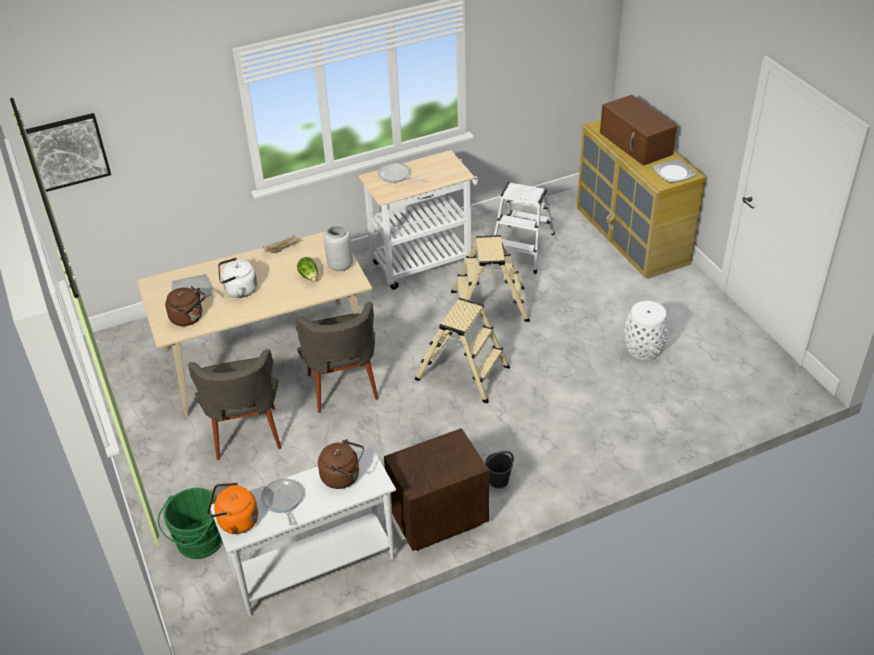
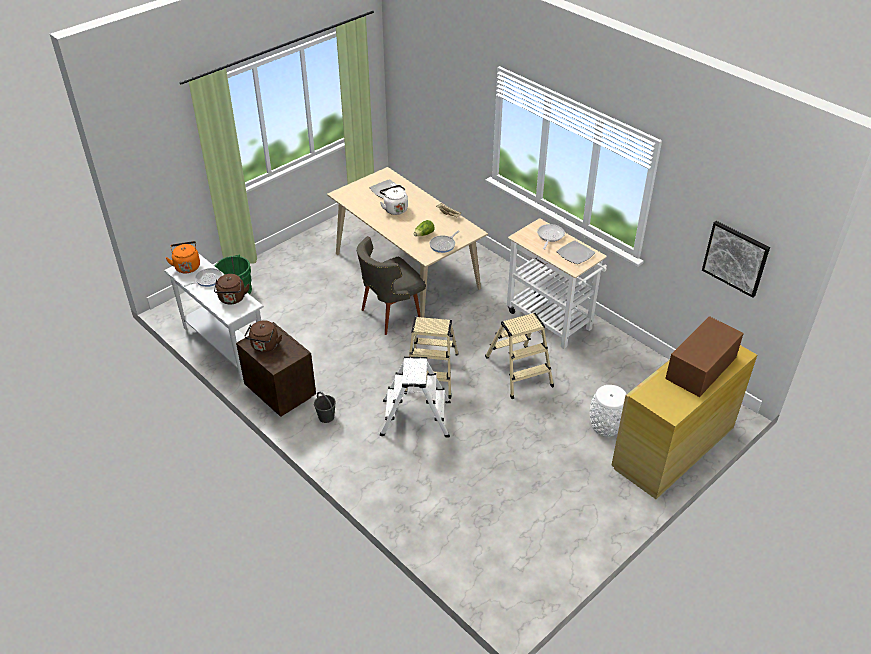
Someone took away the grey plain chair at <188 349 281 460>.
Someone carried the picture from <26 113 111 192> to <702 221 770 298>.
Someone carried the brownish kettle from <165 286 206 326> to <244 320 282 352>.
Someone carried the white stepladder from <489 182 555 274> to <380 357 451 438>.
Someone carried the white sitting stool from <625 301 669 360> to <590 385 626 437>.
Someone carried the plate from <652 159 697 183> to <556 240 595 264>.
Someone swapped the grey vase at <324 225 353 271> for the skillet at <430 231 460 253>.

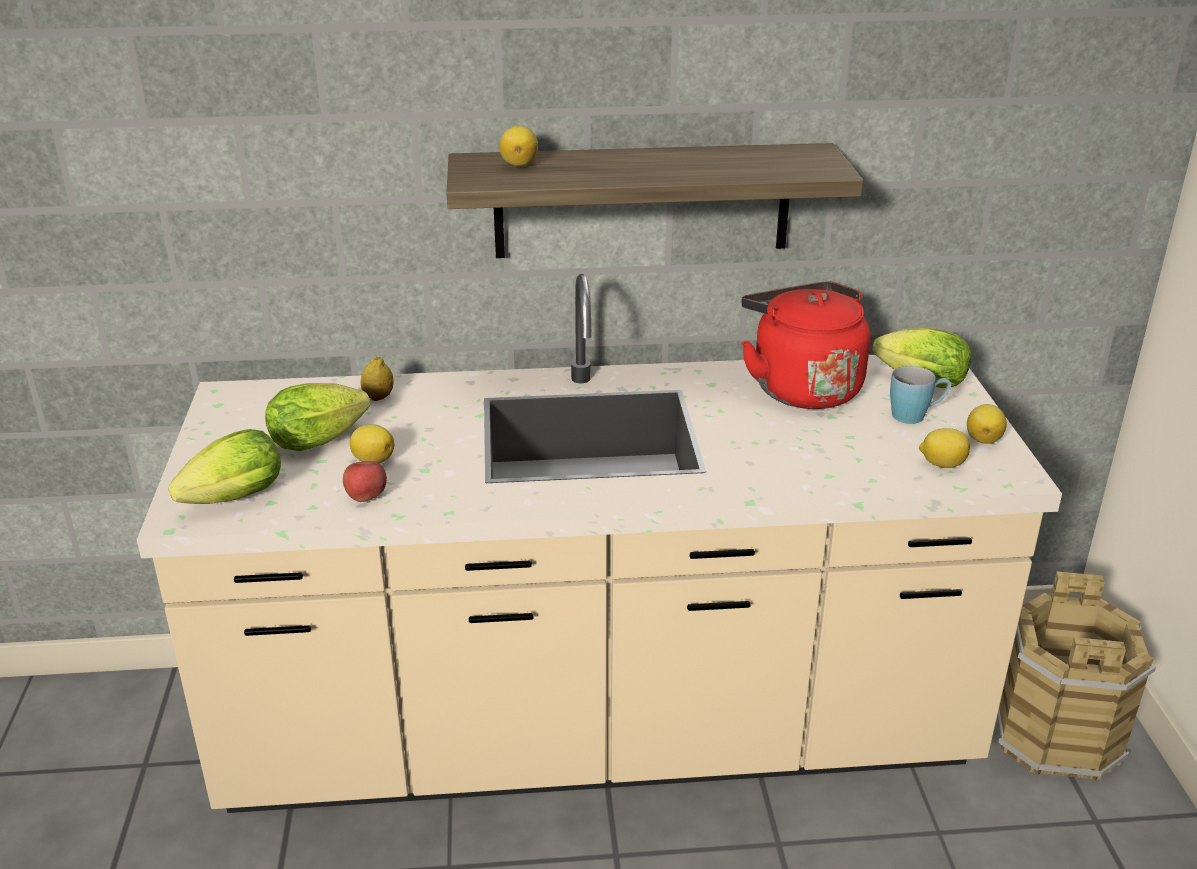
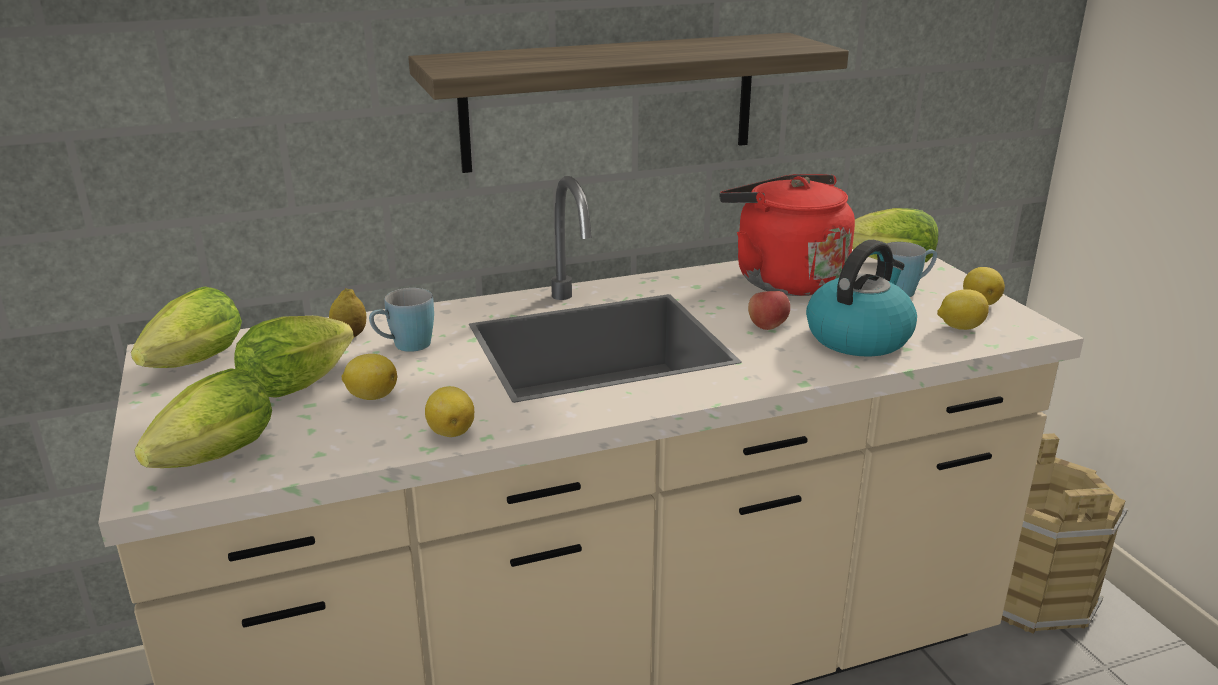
Someone put down the head of lettuce at <131 287 242 368>.
Someone put down the blue-coloured tea mug at <369 288 434 352>.
Someone put down the kettle at <806 240 917 357>.
Someone carried the apple from <343 461 387 502> to <748 291 790 330>.
Someone carried the lemon from <500 126 538 166> to <425 386 474 437>.

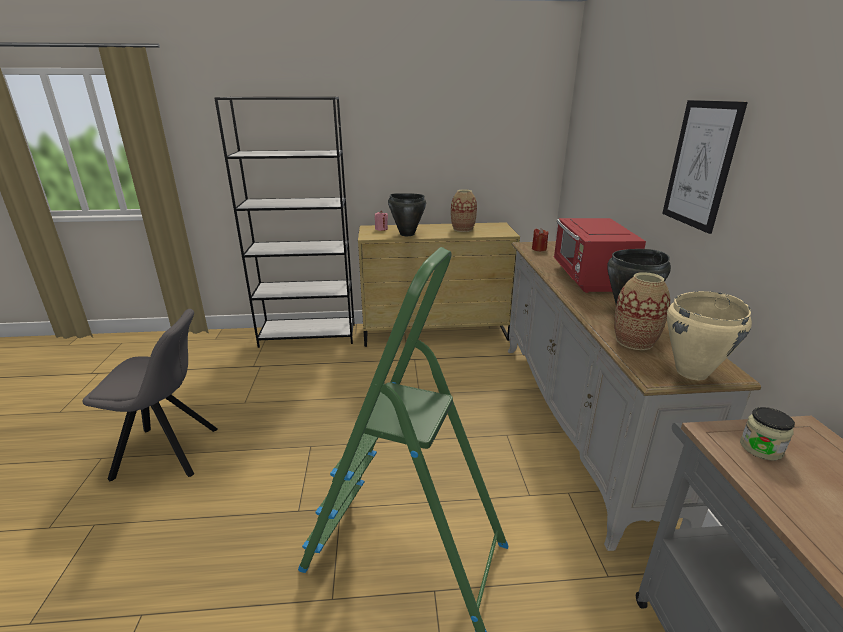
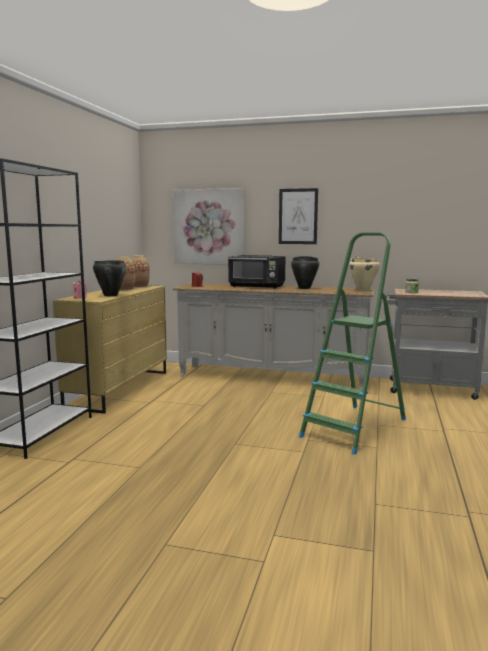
Someone took away the grey plain chair at <83 309 218 482>.
Someone put up the picture at <173 188 245 265>.
Someone carried the vase from <614 272 670 350> to <131 256 150 288>.
Someone repainted the reddish kitchen microwave at <554 218 646 293>, which became the black-coloured kitchen microwave at <228 255 286 289>.

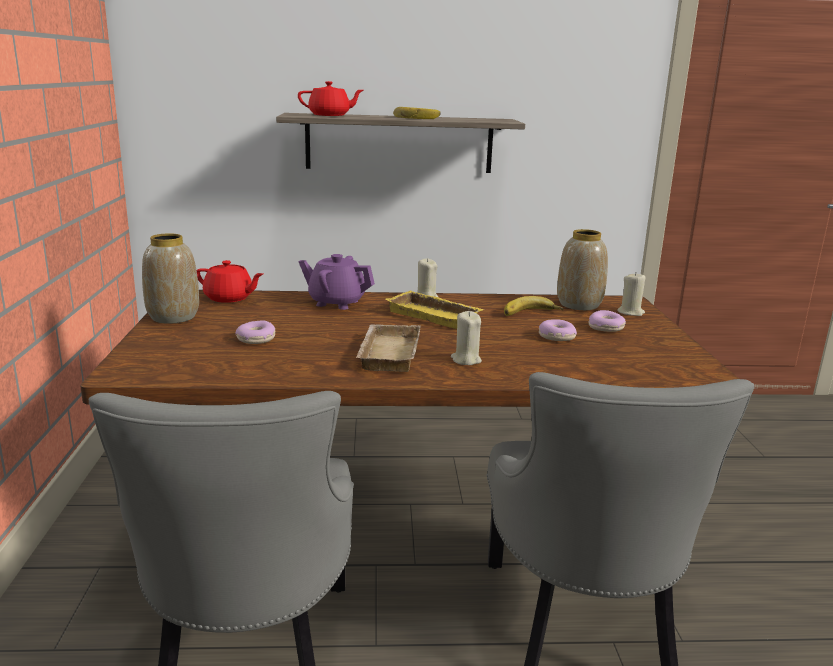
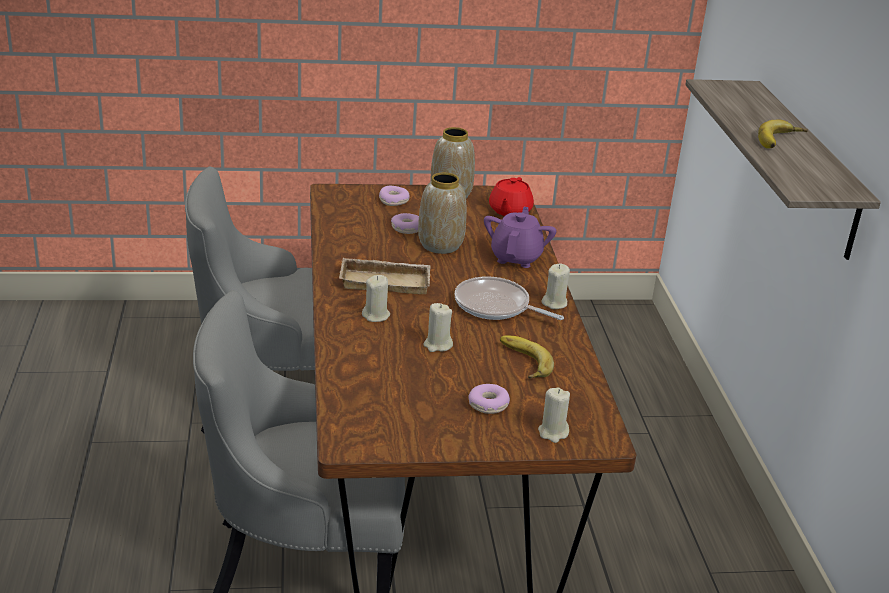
Someone took away the reddish tea pot at <298 81 363 116>.
Someone put down the sand-coloured wax candle at <423 303 453 352>.
Someone carried the doughnut from <539 319 577 341> to <379 186 409 206>.
Someone carried the vase from <557 229 608 310> to <418 173 467 254>.
Someone swapped the yellow-coloured carrying tray at <386 290 484 329> for the skillet at <455 276 564 320>.

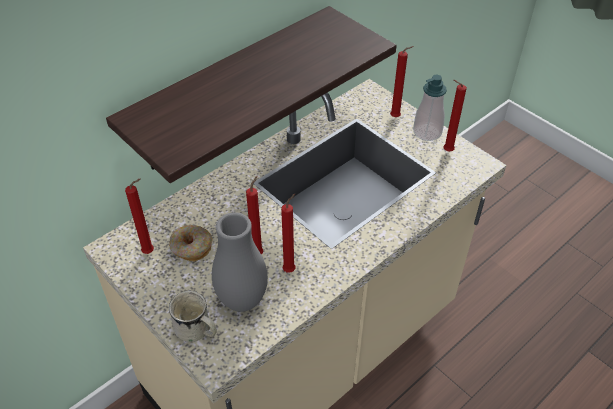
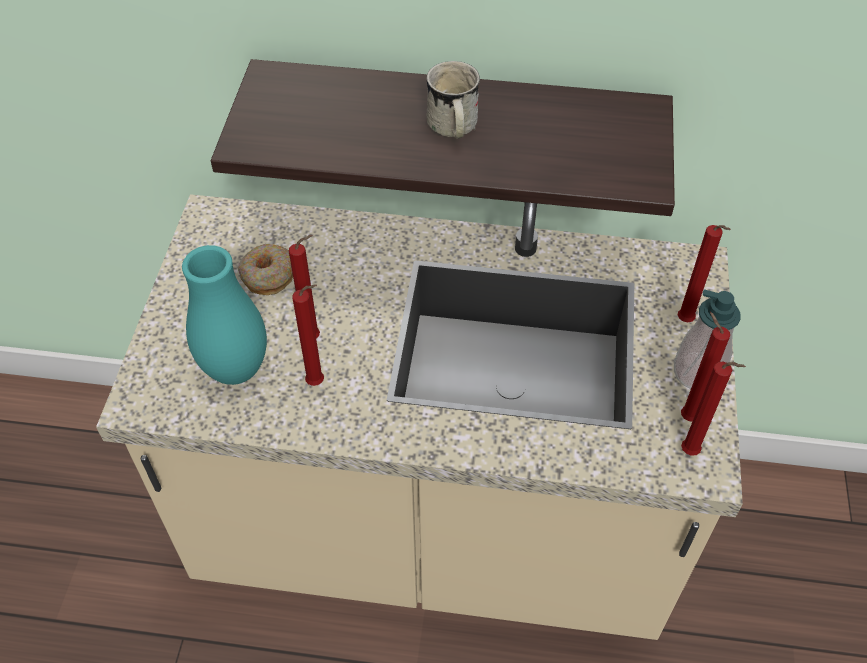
Someone carried the reddish wax candle from <125 179 154 254> to <681 362 746 456>.
Someone carried the white tea mug from <169 291 217 342> to <426 61 480 139>.
Someone repainted the grey vase at <212 212 268 312>, which became the turquoise vase at <182 245 267 385>.

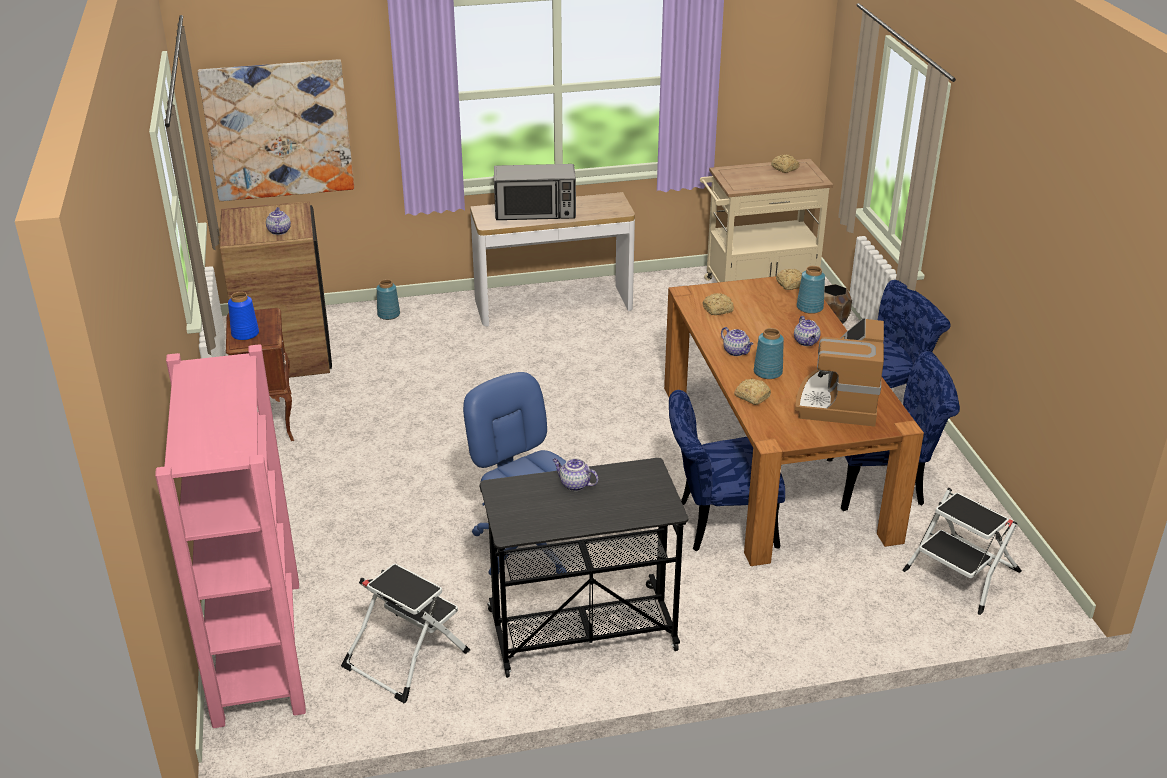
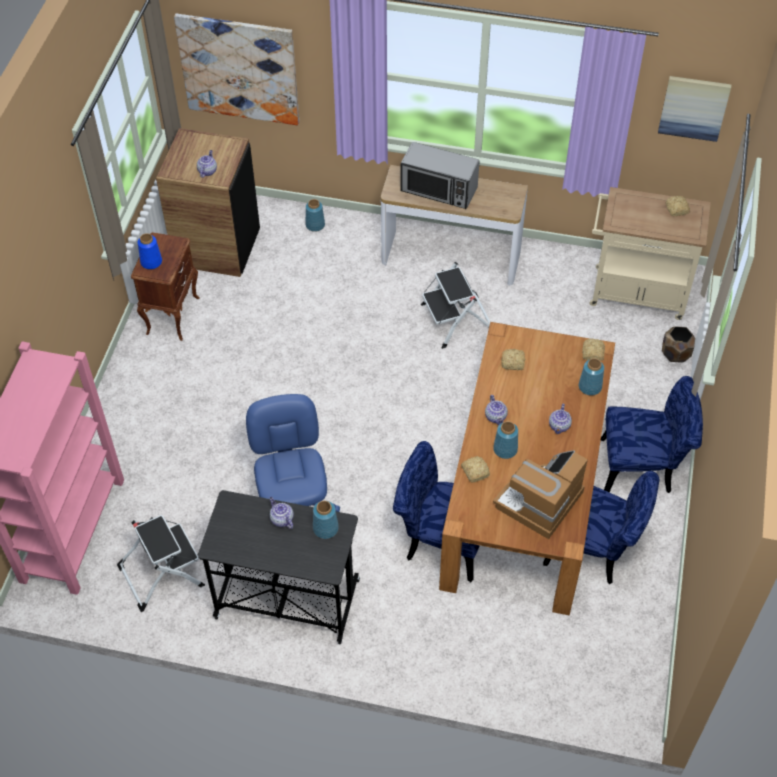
Someone put down the blue-coloured vase at <313 501 339 539>.
Someone put up the picture at <658 76 732 142>.
Someone carried the stepladder from <902 488 1022 615> to <421 262 490 348>.

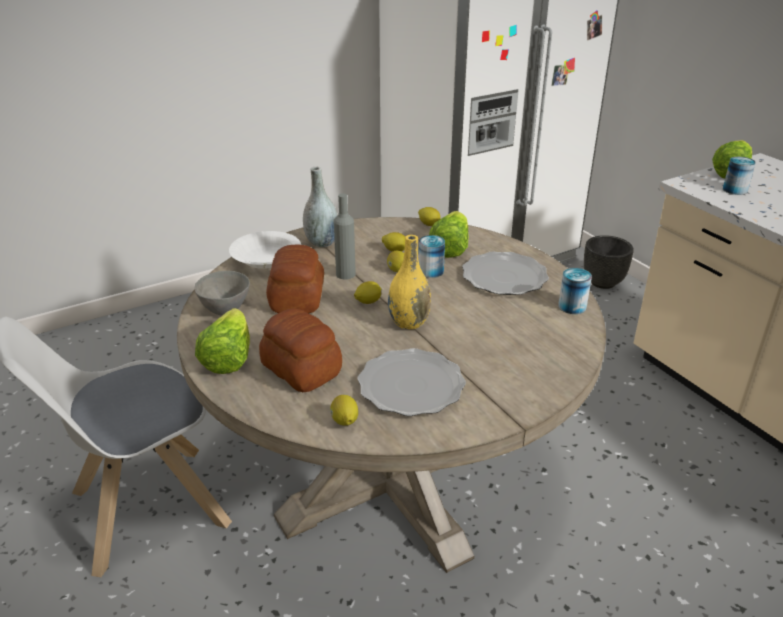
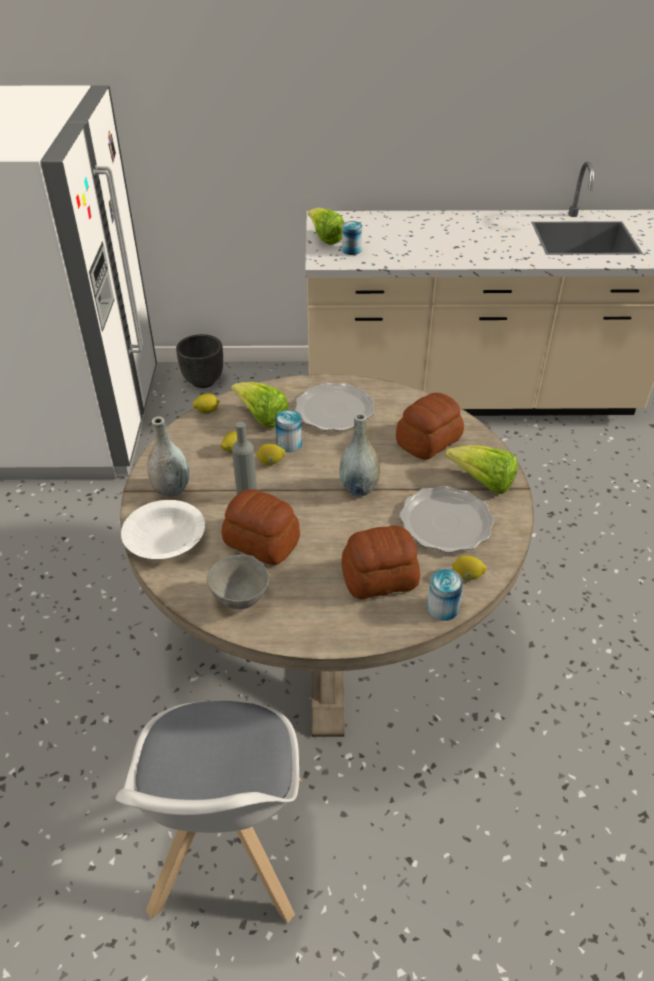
Someone took away the lemon at <354 281 381 304>.
Someone put down the baked bread at <396 393 464 460>.
Someone carried the head of lettuce from <195 308 250 374> to <445 445 518 494>.
Someone carried the can from <558 268 592 314> to <427 569 463 621>.
Someone repainted the yellow-coloured vase at <388 235 431 329>, which became the grey vase at <340 413 380 497>.

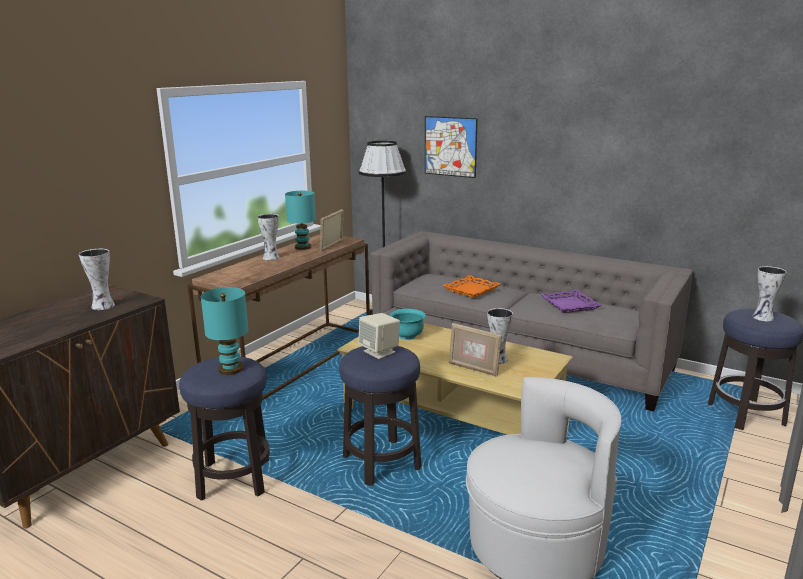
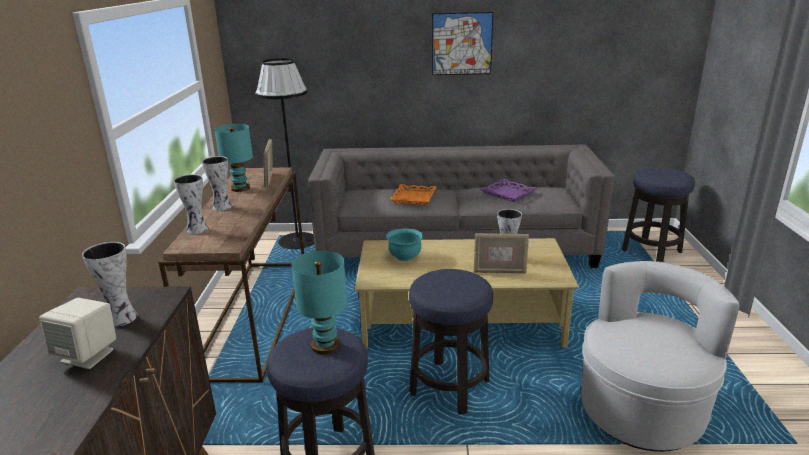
Someone carried the sand-coloured audio speaker from <358 313 400 359> to <39 298 116 369>.
Someone carried the picture from <425 116 478 178> to <432 12 493 75>.
Someone carried the vase from <752 266 787 321> to <174 174 208 234>.

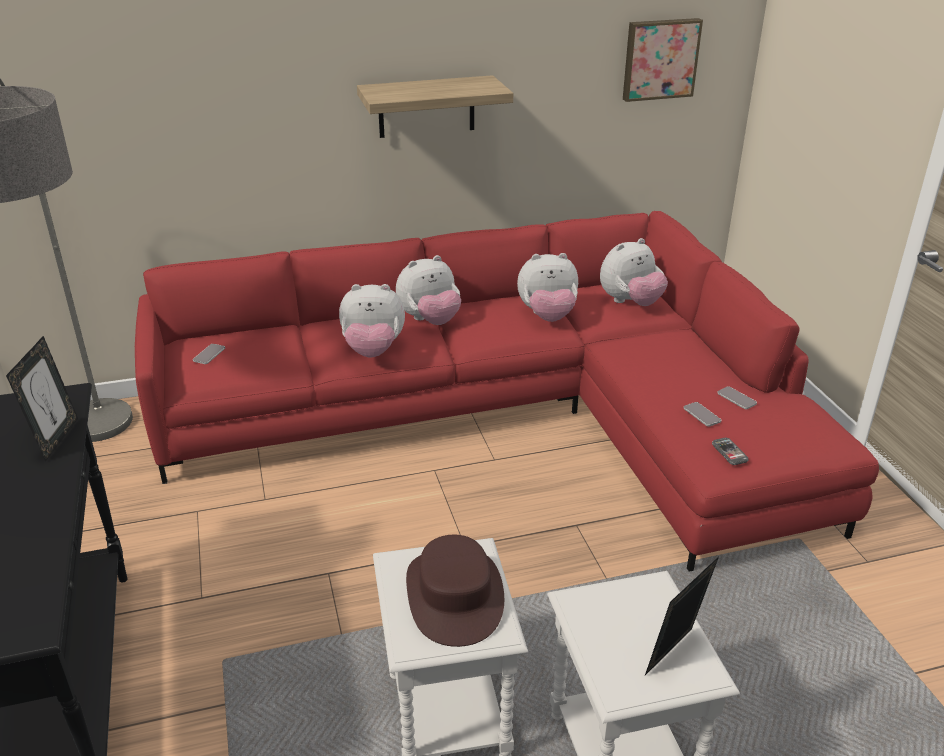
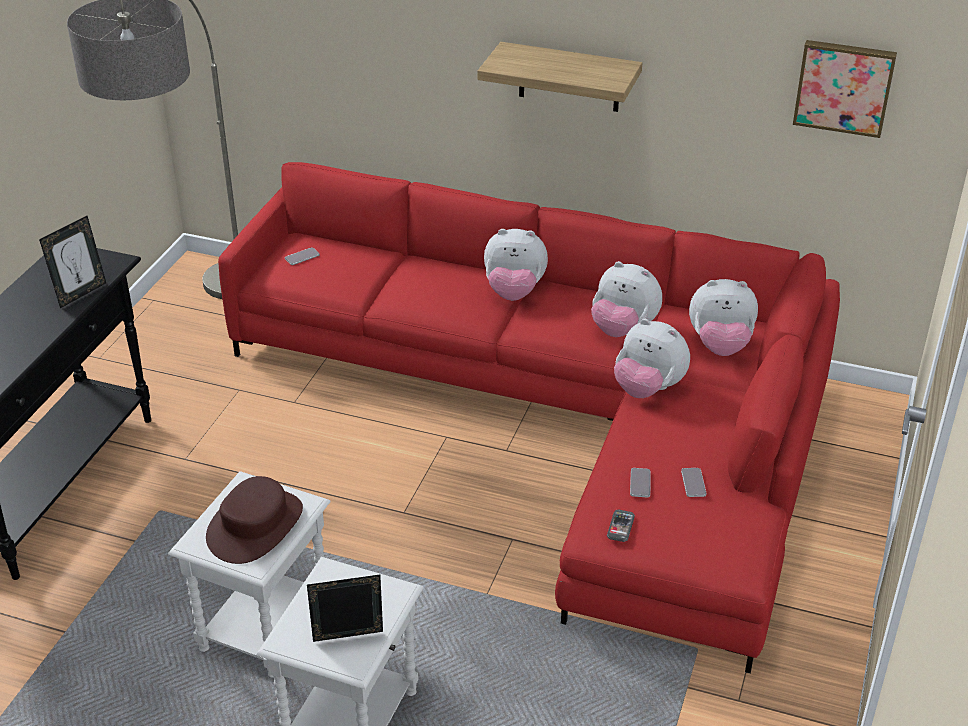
Someone carried the soft toy from <339 284 405 358> to <614 319 690 398>.

